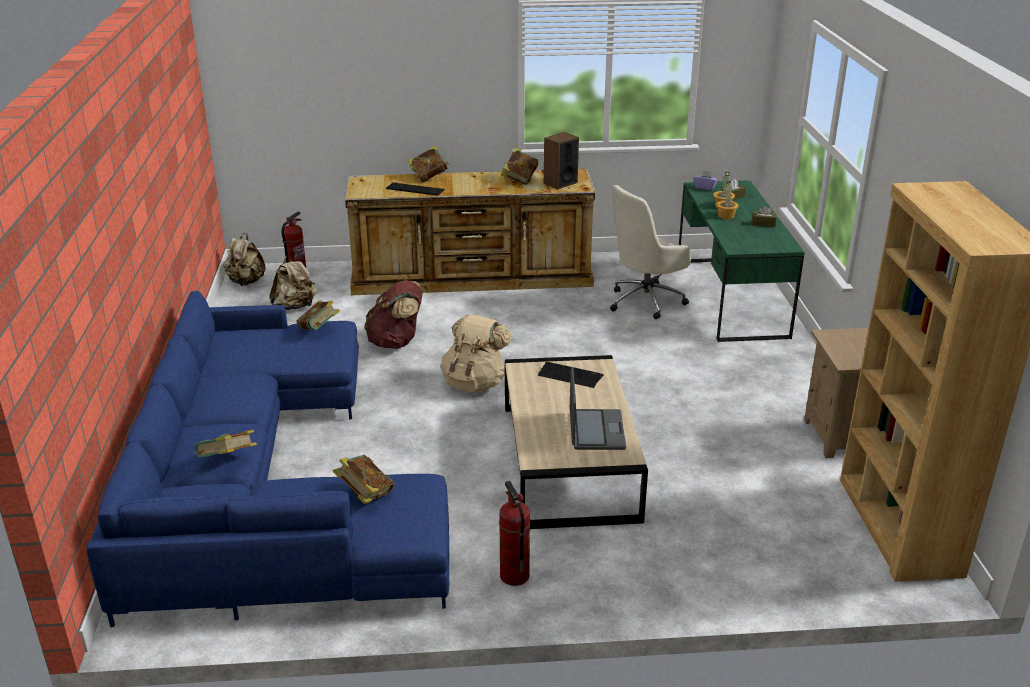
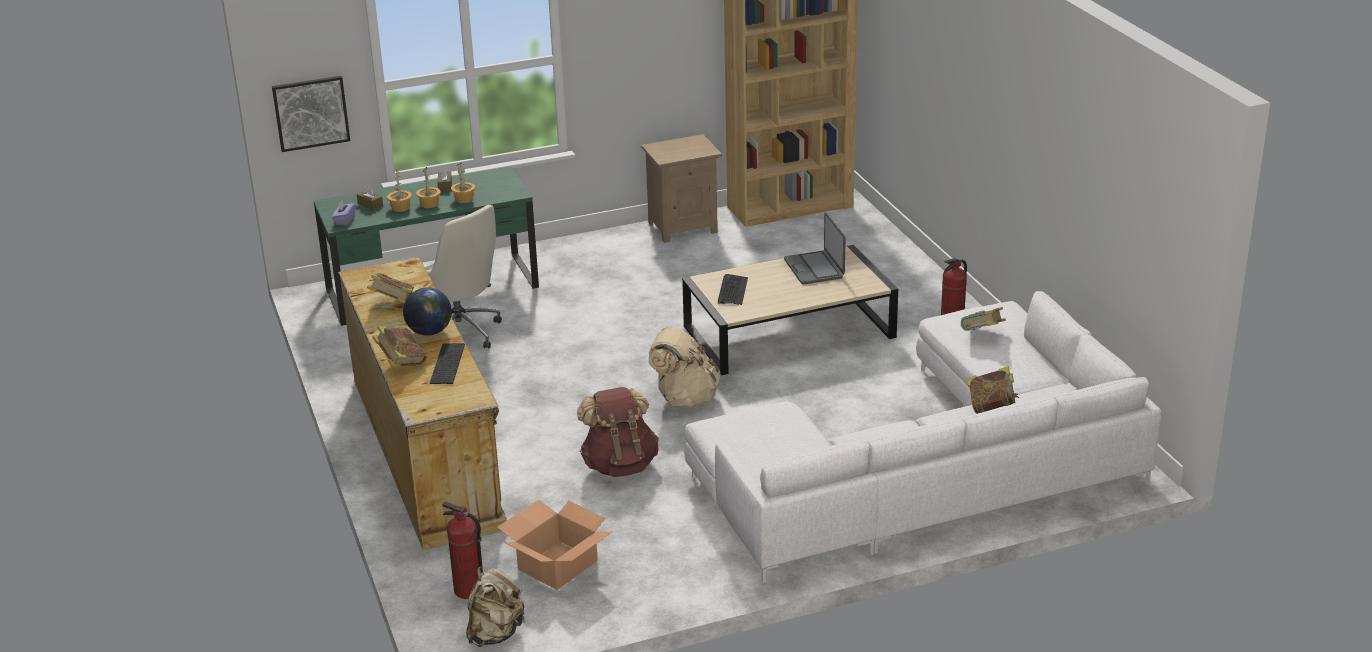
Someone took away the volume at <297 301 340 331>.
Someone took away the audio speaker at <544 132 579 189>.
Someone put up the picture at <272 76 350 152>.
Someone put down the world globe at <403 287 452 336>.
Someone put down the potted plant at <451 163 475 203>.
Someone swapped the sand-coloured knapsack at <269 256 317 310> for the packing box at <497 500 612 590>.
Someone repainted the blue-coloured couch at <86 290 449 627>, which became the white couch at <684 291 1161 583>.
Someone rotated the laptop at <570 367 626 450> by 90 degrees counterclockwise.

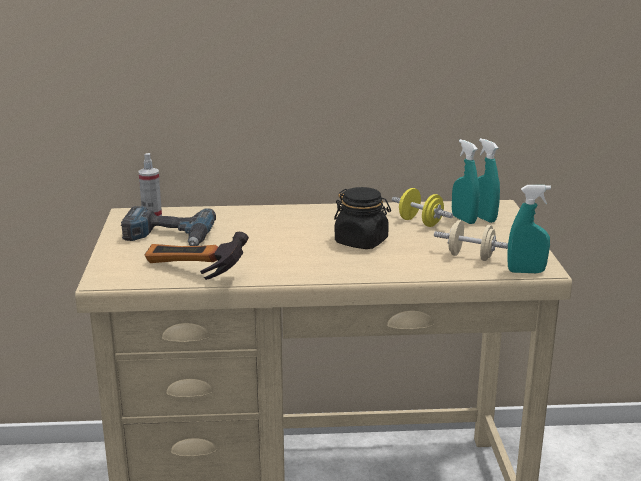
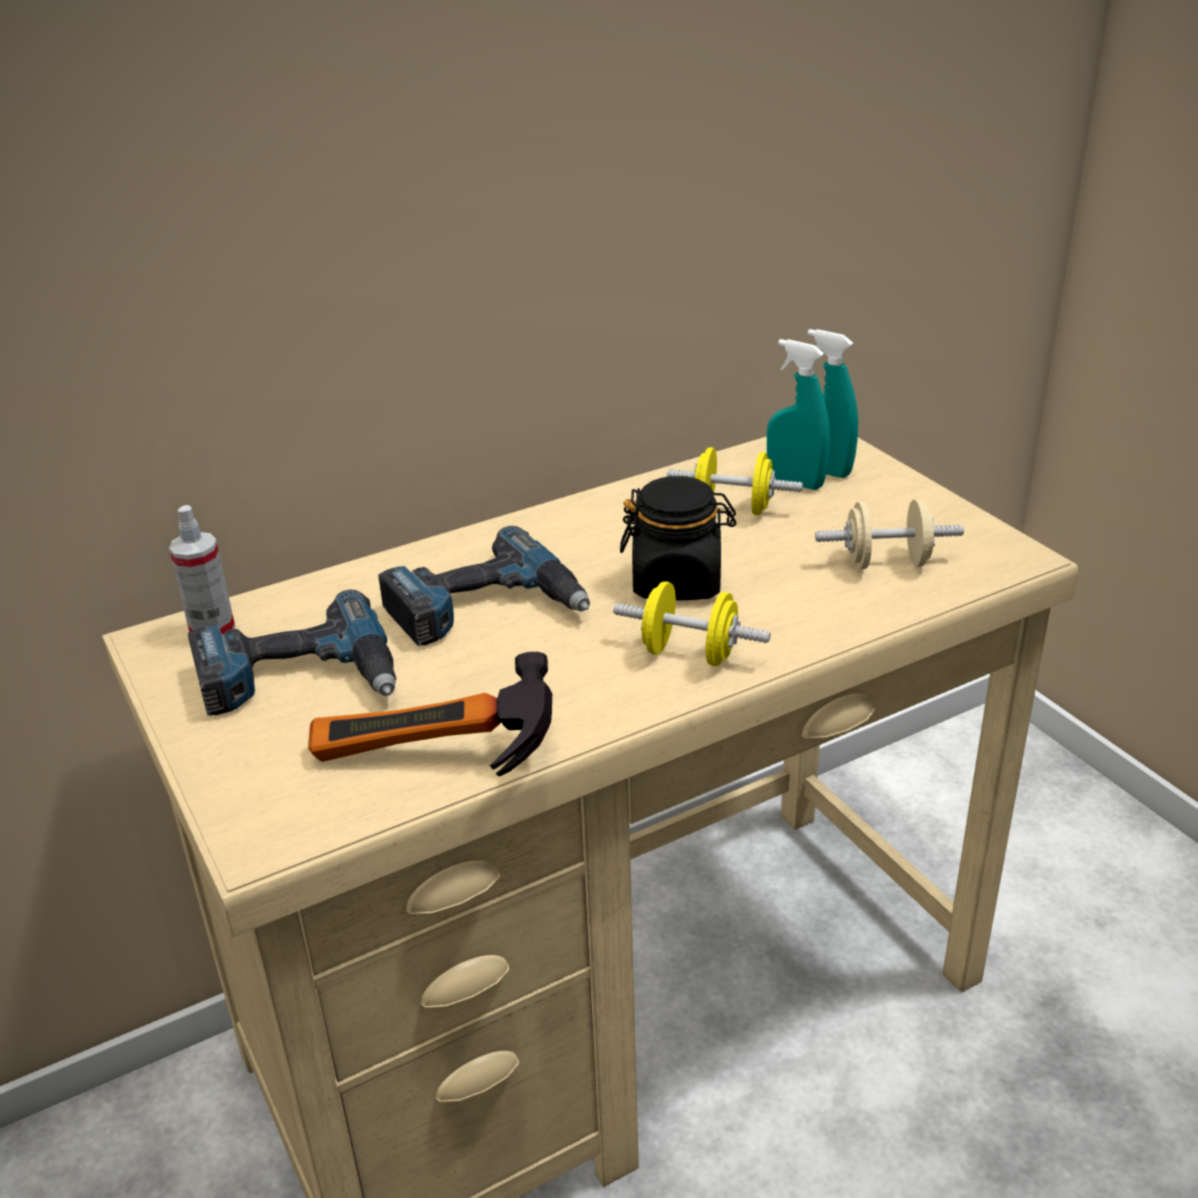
Someone took away the turquoise spray bottle at <507 185 551 273>.
Someone put down the electric drill at <378 526 590 646>.
Someone put down the yellow-coloured dumbbell at <613 581 771 666>.

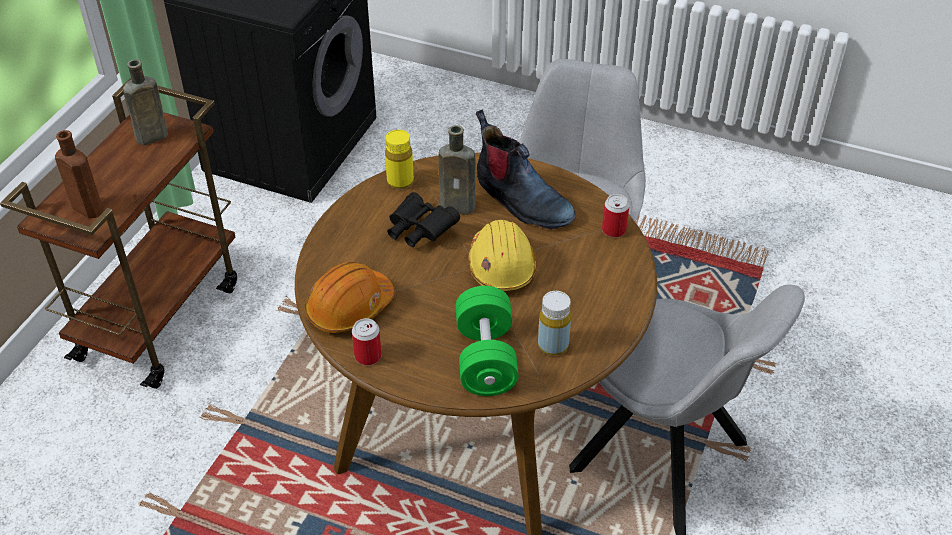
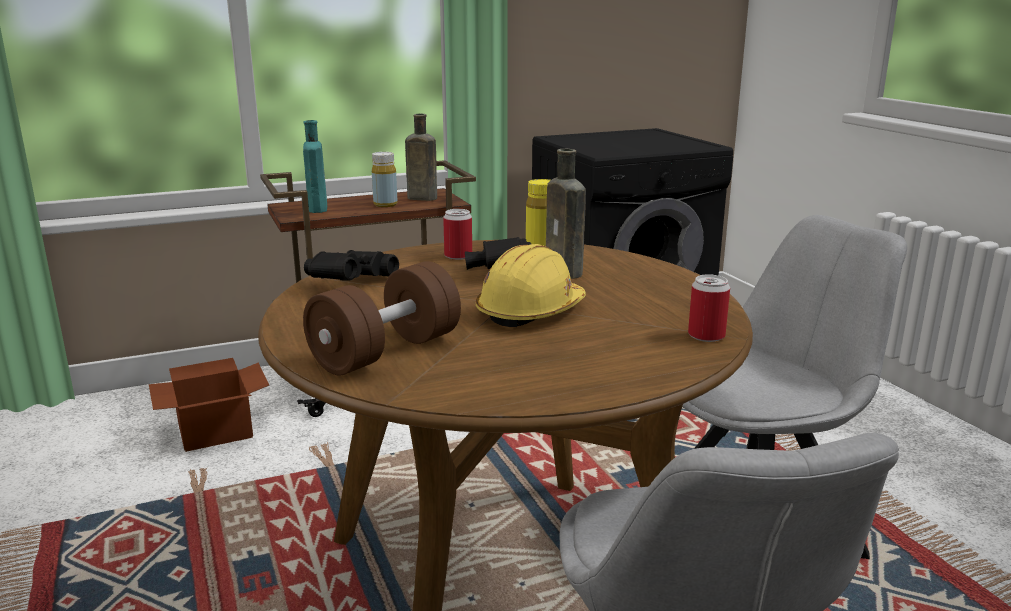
Someone took away the tall boot at <476 110 576 229>.
Someone put down the packing box at <149 358 269 452>.
Someone carried the can from <352 318 382 365> to <443 209 472 260>.
Someone carried the yellow-coloured beverage bottle from <538 291 571 356> to <372 152 398 207>.
Someone swapped the orangey hard hat at <305 262 394 333> for the black-coloured field glasses at <304 250 399 281>.
Someone repainted the brownish beverage bottle at <55 130 103 218>, which became the turquoise beverage bottle at <303 120 327 213>.
Someone repainted the green dumbbell at <456 286 519 396>, which became the brownish dumbbell at <303 261 461 375>.

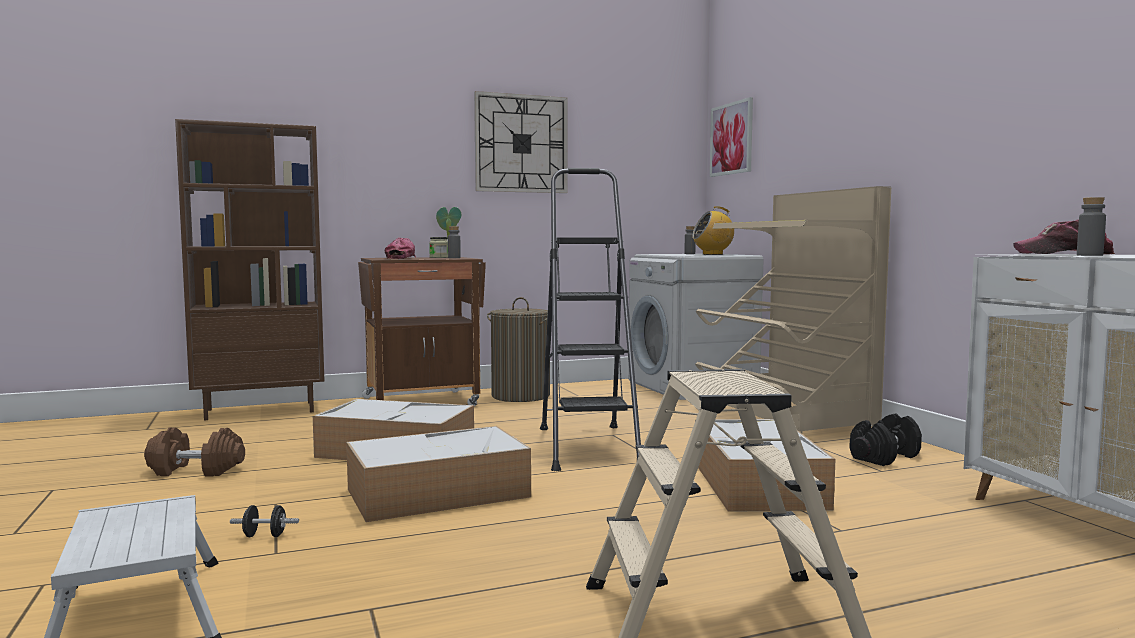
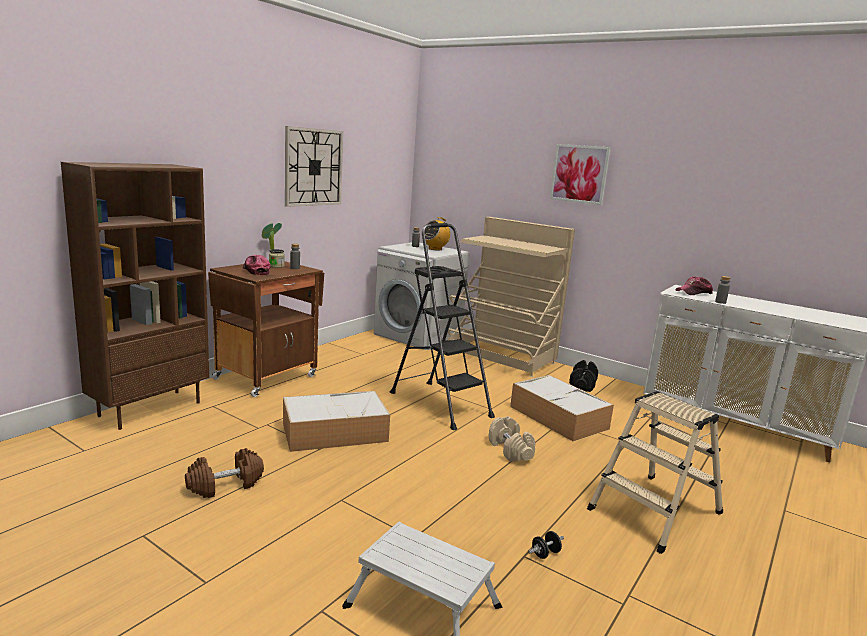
Someone took away the storage box at <346 426 531 522>.
Someone took away the laundry basket at <487 297 550 402>.
Someone put down the sand-coloured dumbbell at <488 416 535 462>.
Someone carried the black-coloured dumbbell from <230 505 299 538> to <528 531 564 559>.
Someone carried the picture from <710 97 753 177> to <550 144 611 205>.

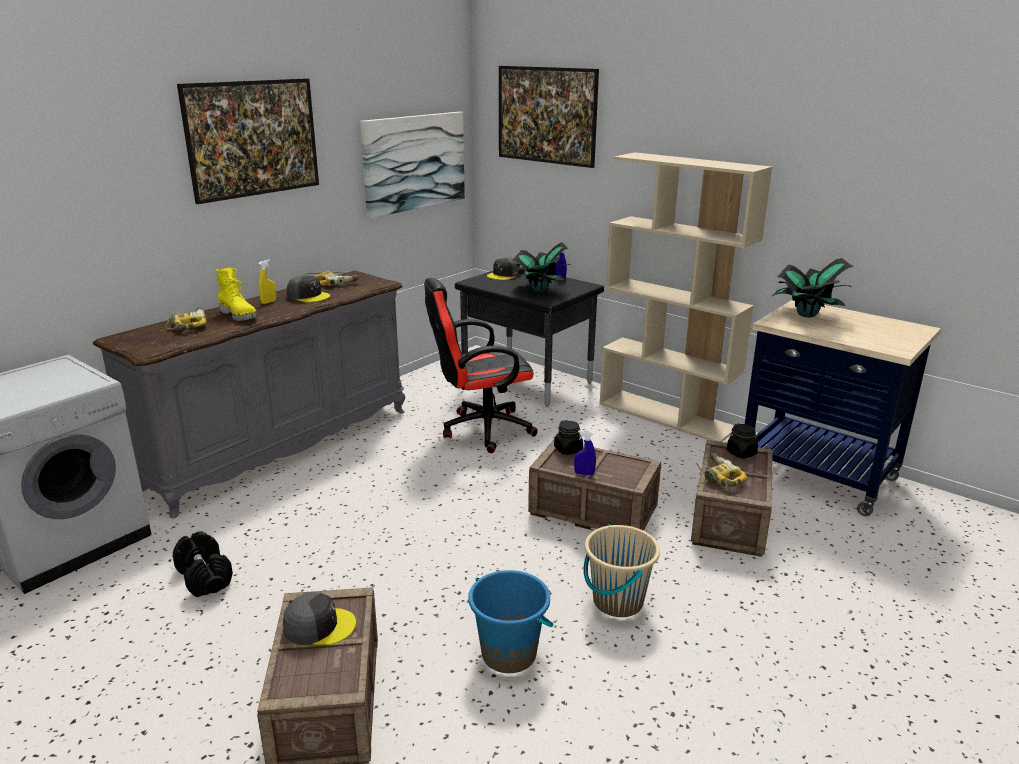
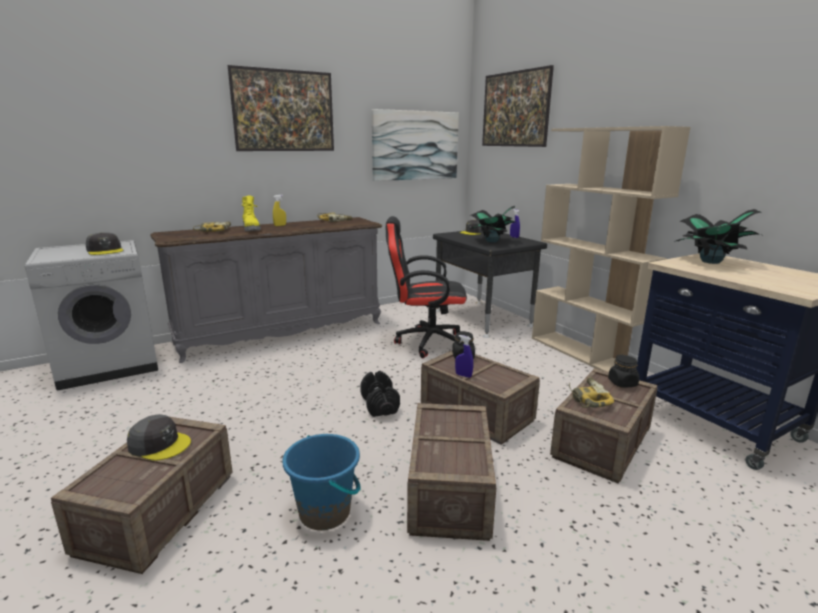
Someone carried the black-coloured dumbbell from <173 532 233 597> to <360 371 400 417>.
Someone carried the grey peaked cap from <287 275 330 302> to <86 232 123 255>.
Someone swapped the sand-coloured water bucket at <583 524 660 617> for the shipping crate at <407 403 496 541>.

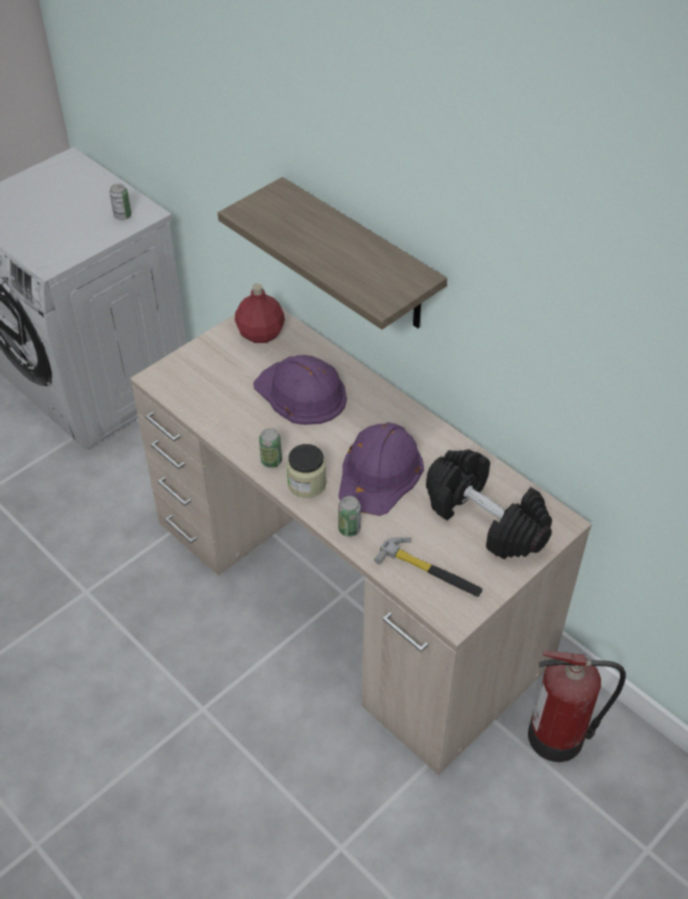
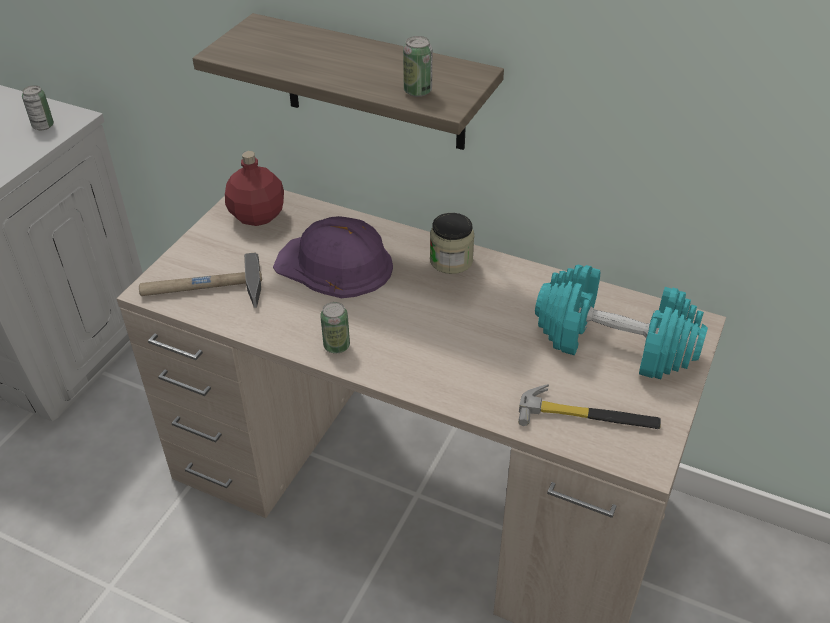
Someone took away the purplish hard hat at <338 422 424 516>.
Someone took away the fire-fighting cylinder at <528 651 626 762>.
Someone put down the tool hammer at <139 253 262 308>.
Someone carried the jar from <287 444 326 498> to <430 213 474 274>.
Someone carried the can from <338 496 361 537> to <403 36 432 97>.
Someone repainted the black-coloured dumbbell at <426 449 552 559>, which became the turquoise dumbbell at <535 265 708 379>.

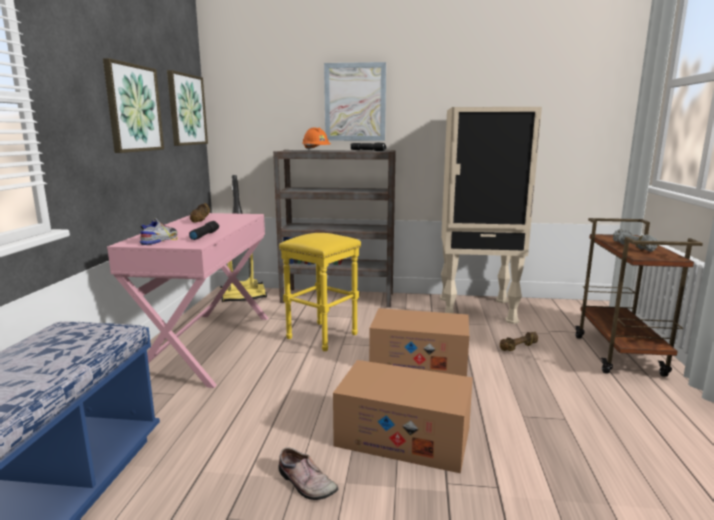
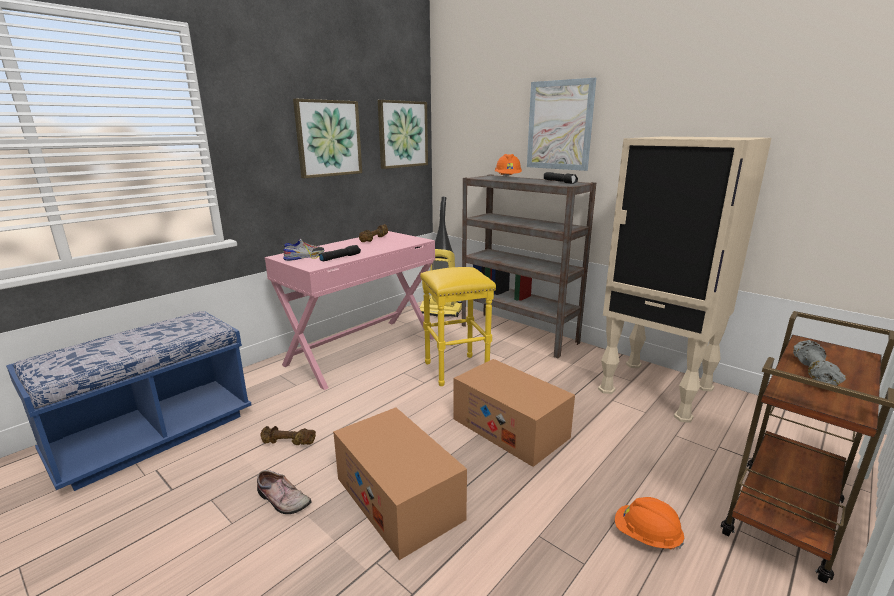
Someone put down the orangey hard hat at <615 497 684 549>.
Someone carried the brownish dumbbell from <500 332 538 351> to <260 426 316 445>.
Someone rotated the item of footwear at <278 447 338 500> by 45 degrees counterclockwise.

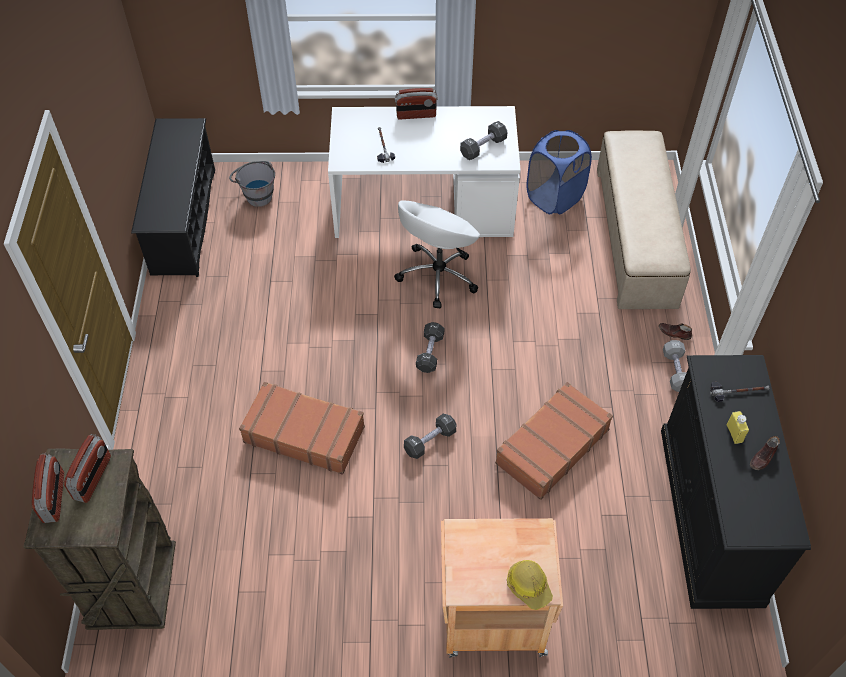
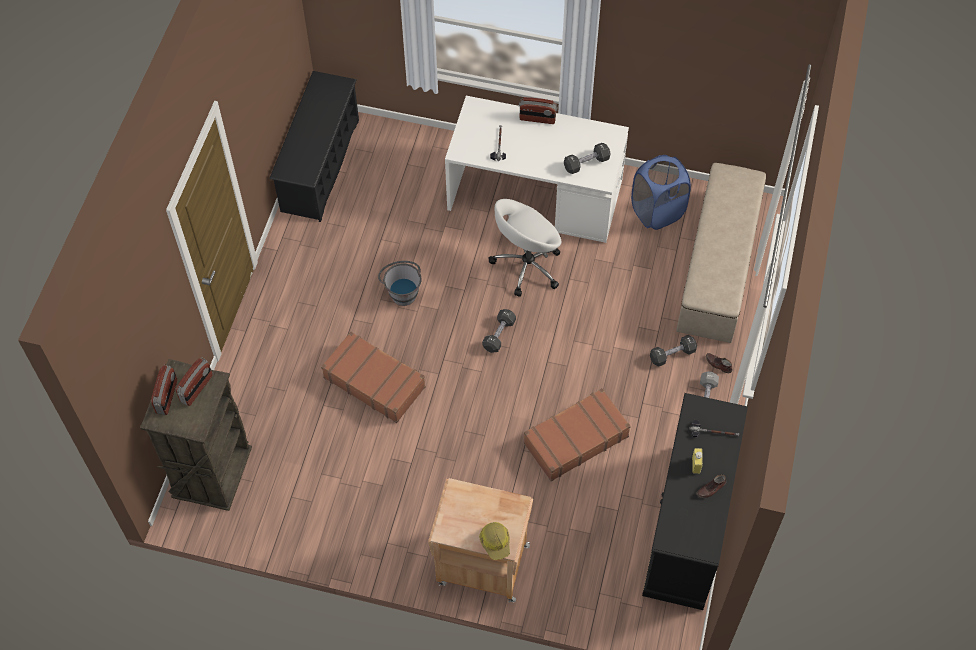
Someone carried the grey water bucket from <229 161 275 207> to <378 261 422 306>.
Someone carried the black-coloured dumbbell from <404 414 456 459> to <650 335 697 367>.

